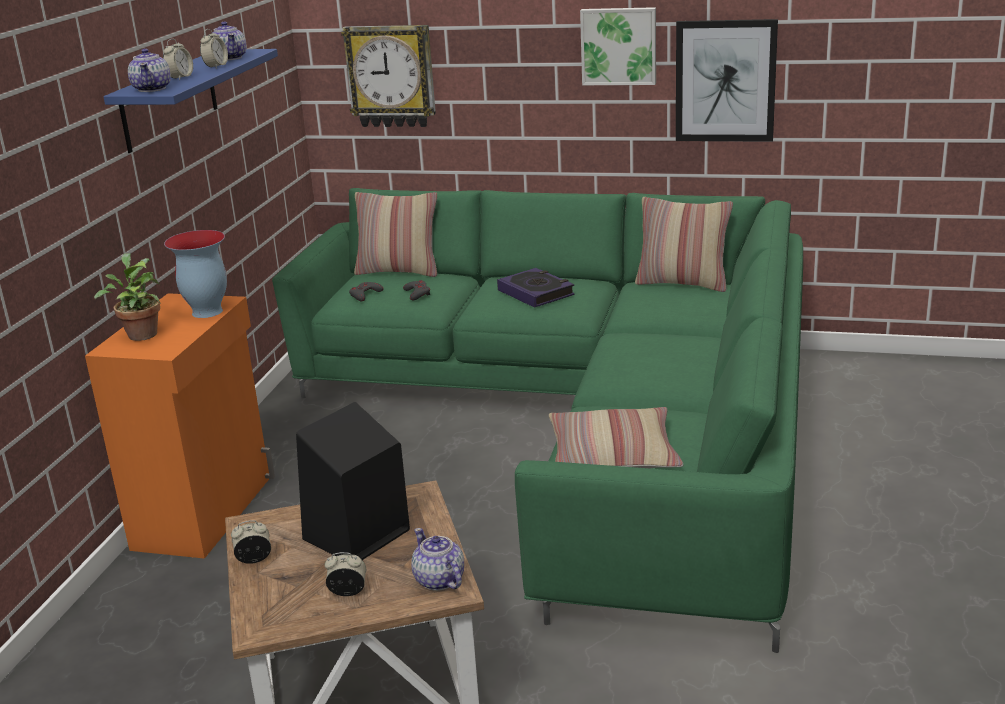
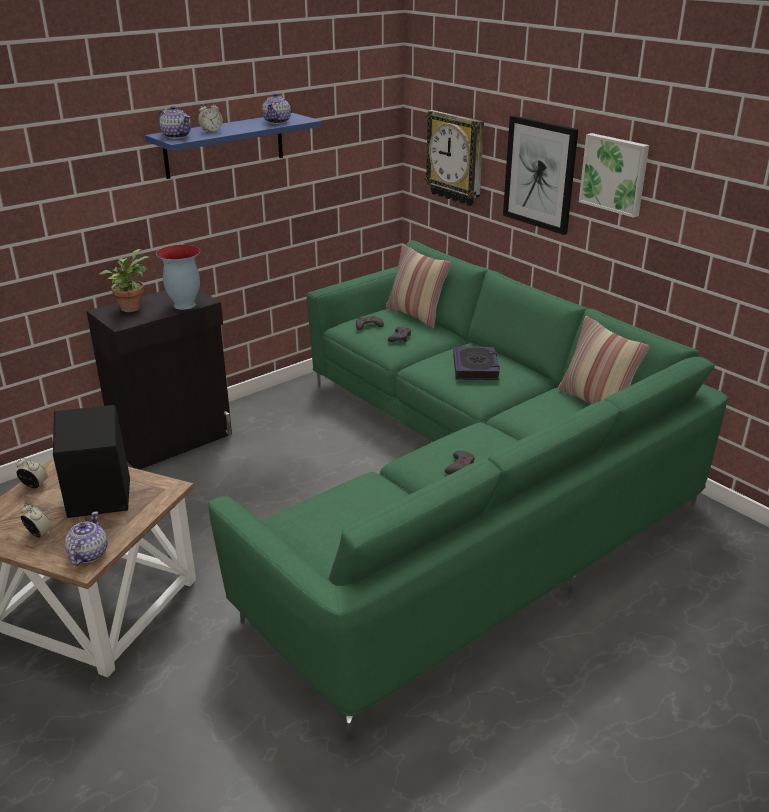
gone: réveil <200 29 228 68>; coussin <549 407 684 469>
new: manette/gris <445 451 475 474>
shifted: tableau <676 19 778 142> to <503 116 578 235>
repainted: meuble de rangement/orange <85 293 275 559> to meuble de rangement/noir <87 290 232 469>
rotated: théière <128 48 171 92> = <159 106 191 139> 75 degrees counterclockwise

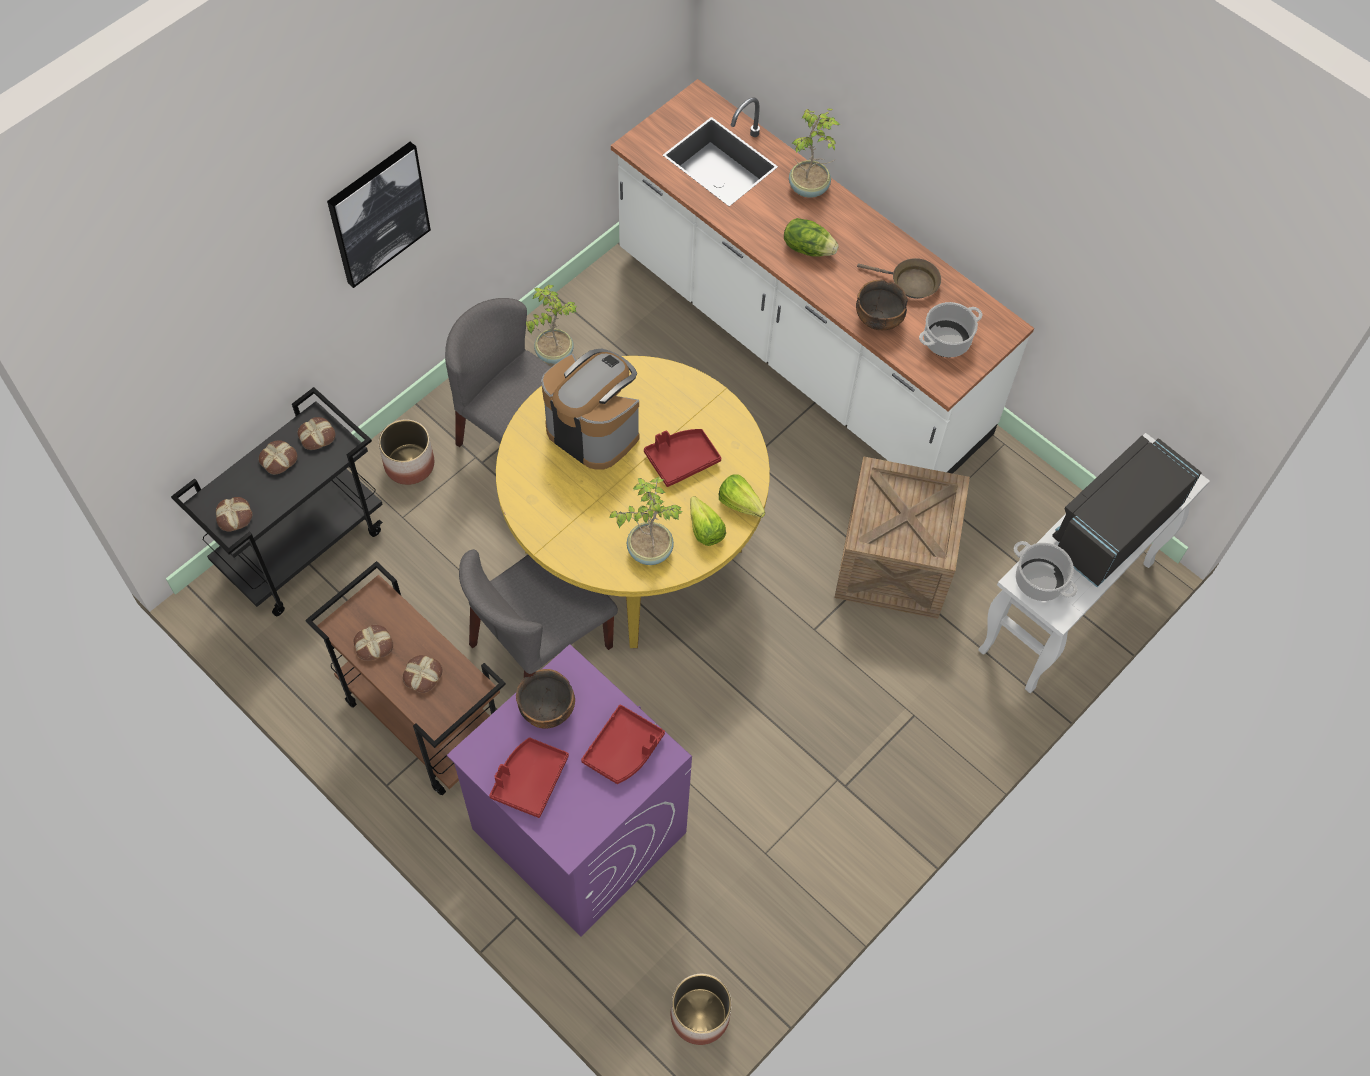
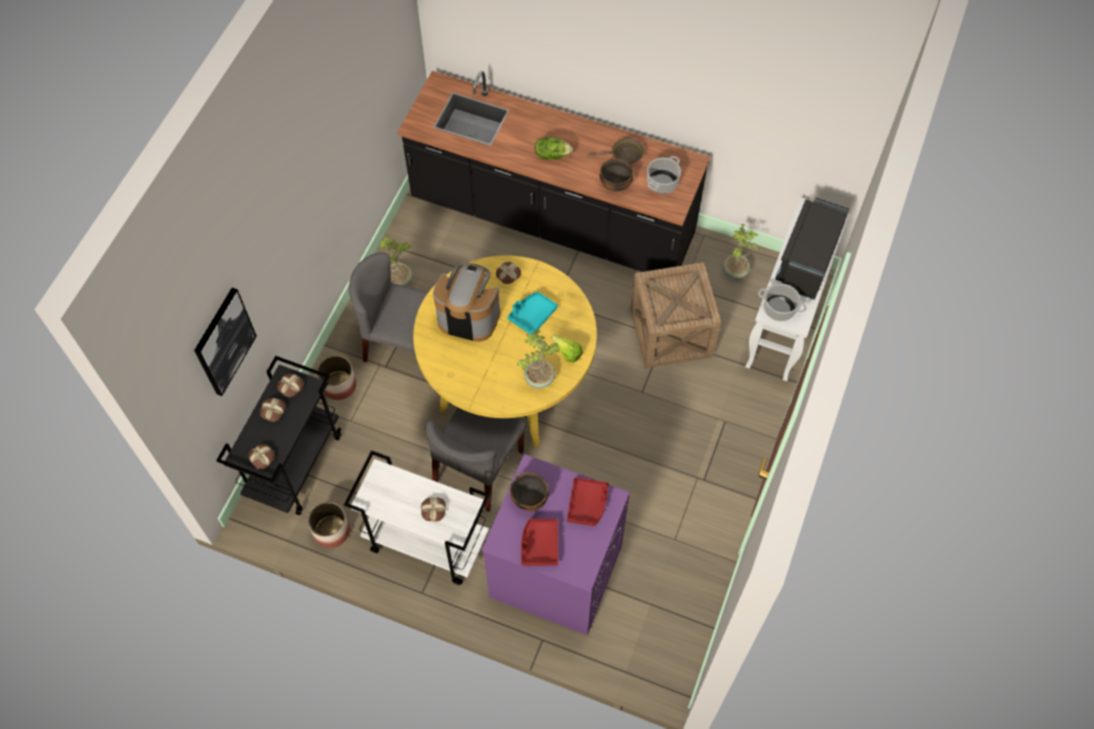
gone: laitue <719 474 765 518>
shifted: tableau <327 142 431 288> to <194 288 257 396>; pain <353 625 393 661> to <496 262 521 284>; cache-pot <671 974 732 1045> to <308 502 350 548>; plante en pot <789 108 841 198> to <723 224 760 279>
repainted: chariot/marron <305 561 506 795> to chariot/blanc <344 450 490 585>; comptoir de cuisine/blanc <611 79 1034 474> to comptoir de cuisine/noir <397 71 710 272>; plateau/rouge <644 429 721 487> to plateau/turquoise <507 292 558 335>

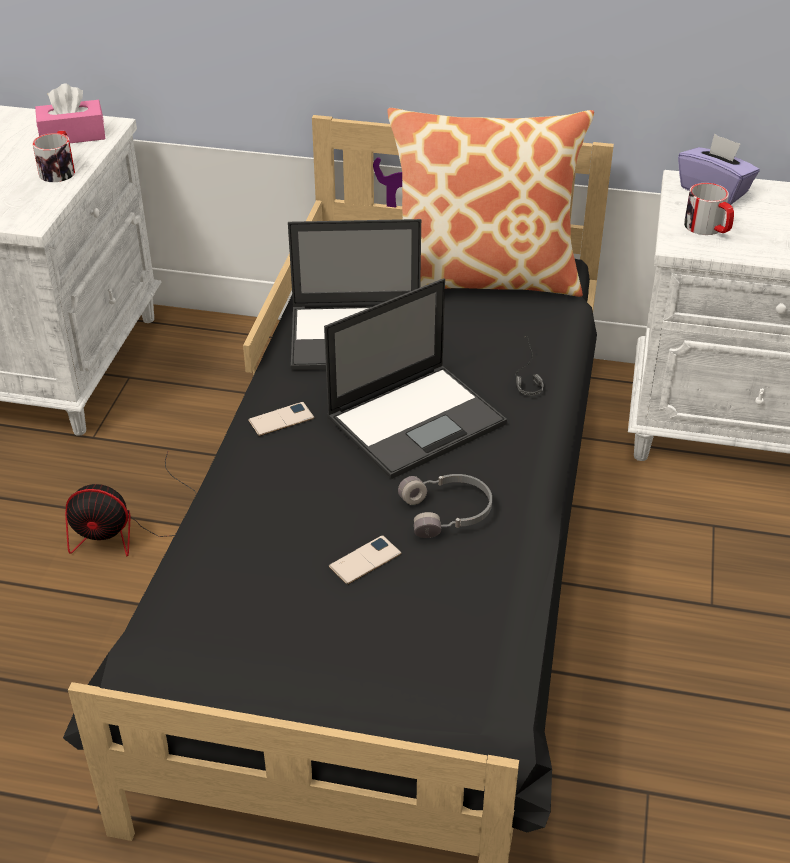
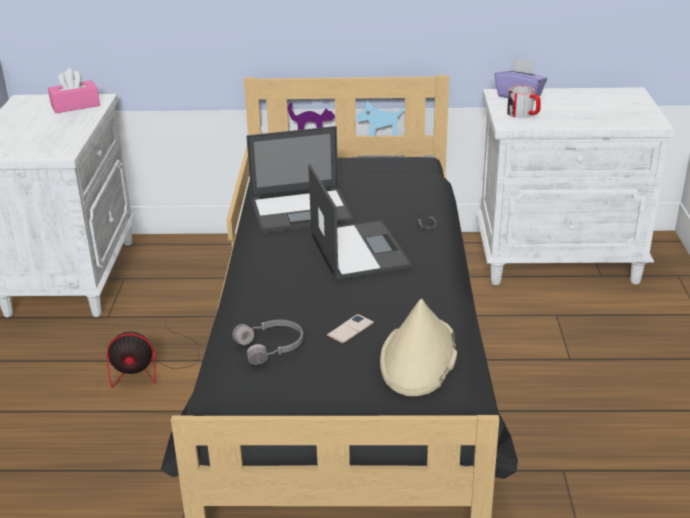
gone: mug <32 131 75 182>; téléphone <248 402 314 436>; coussin <388 108 594 297>
new: chapeau/beige <380 299 457 396>
shifted: casque audio/gris <398 474 492 538> to <232 320 303 365>
rotated: ordinateur portable <324 278 507 479> = <308 164 412 281> 60 degrees counterclockwise

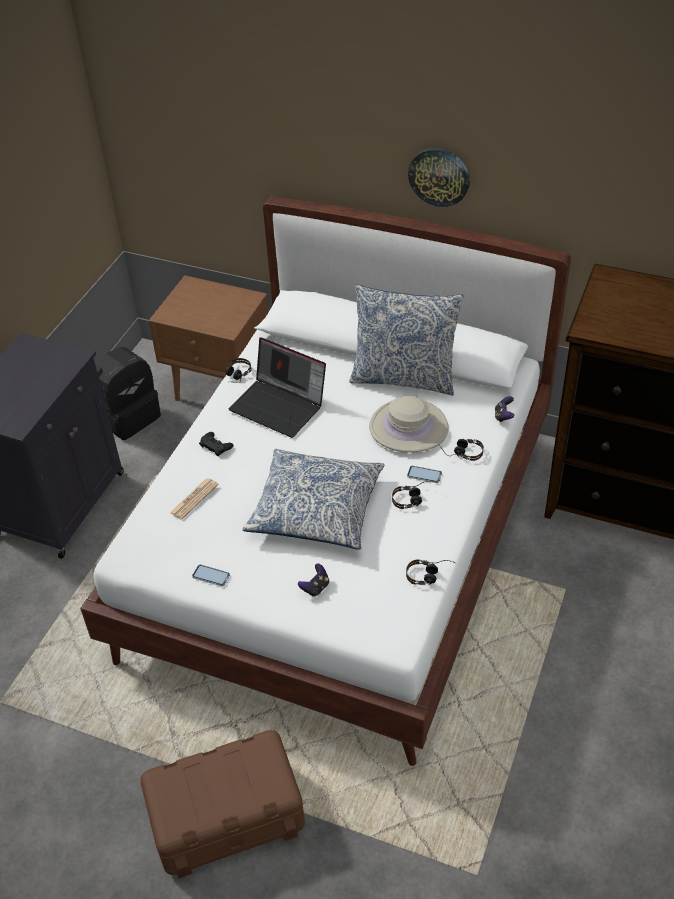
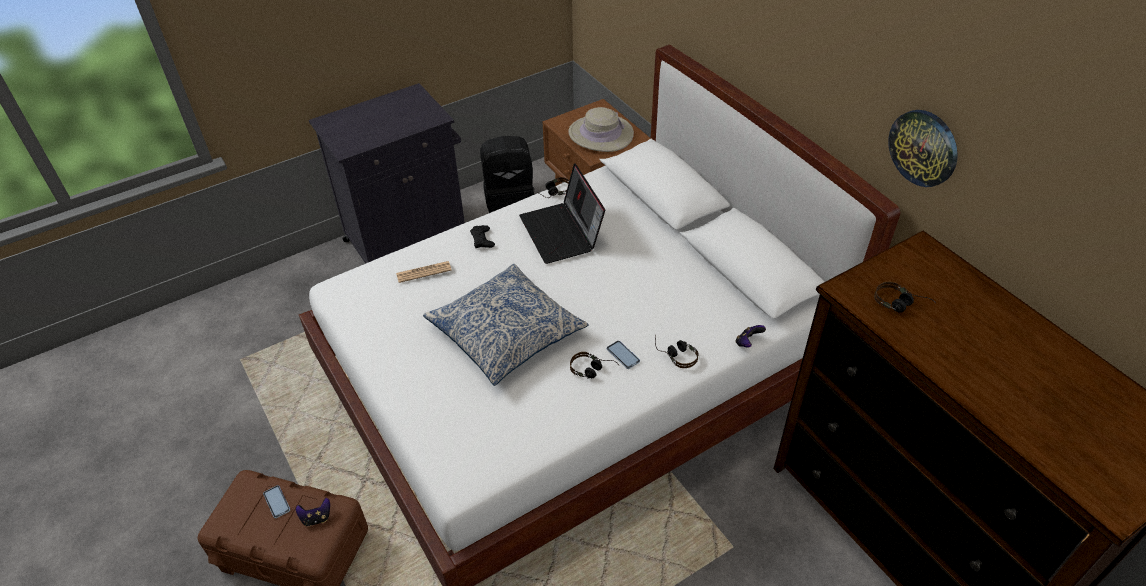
gone: coussin <349 285 463 396>
shifted: téléphone <192 564 230 587> to <263 485 290 518>; manette <298 563 329 597> to <296 498 330 527>; chapeau/beige <369 396 449 453> to <569 107 634 152>; casque audio <406 559 455 585> to <874 282 936 313>; horloge murale <408 148 470 207> to <889 110 958 187>

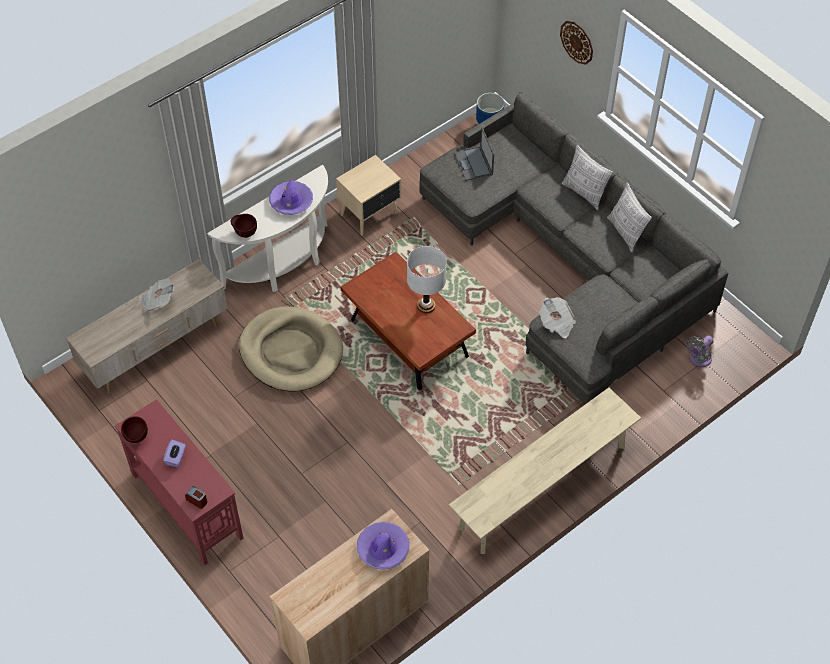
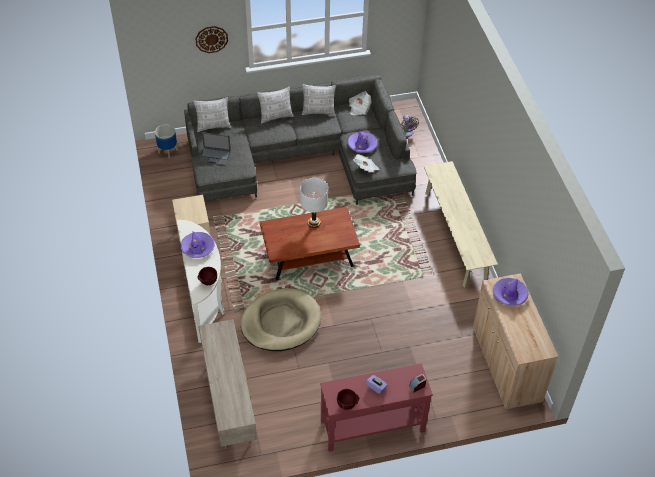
new: coussin <193 97 231 132>; chapeau/violet <348 132 377 153>
shifted: journal <139 279 175 312> to <349 91 372 115>

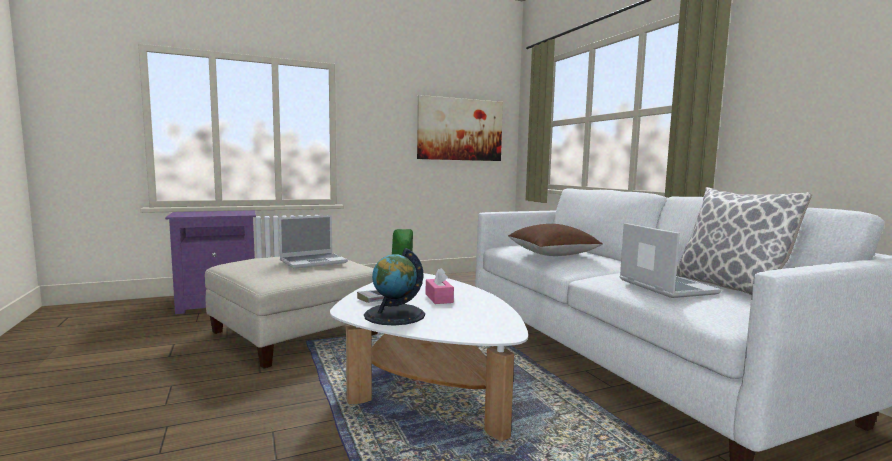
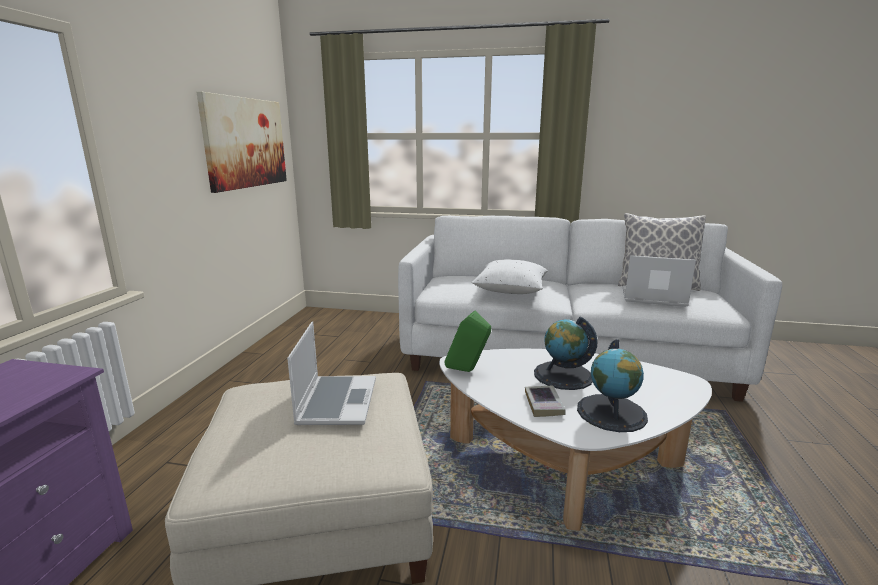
swapped: boîte à mouchoirs/rose <426 268 454 304> to globe <534 317 598 390>
repainted: coussin/marron <508 224 603 256> to coussin/blanc <472 259 548 294>

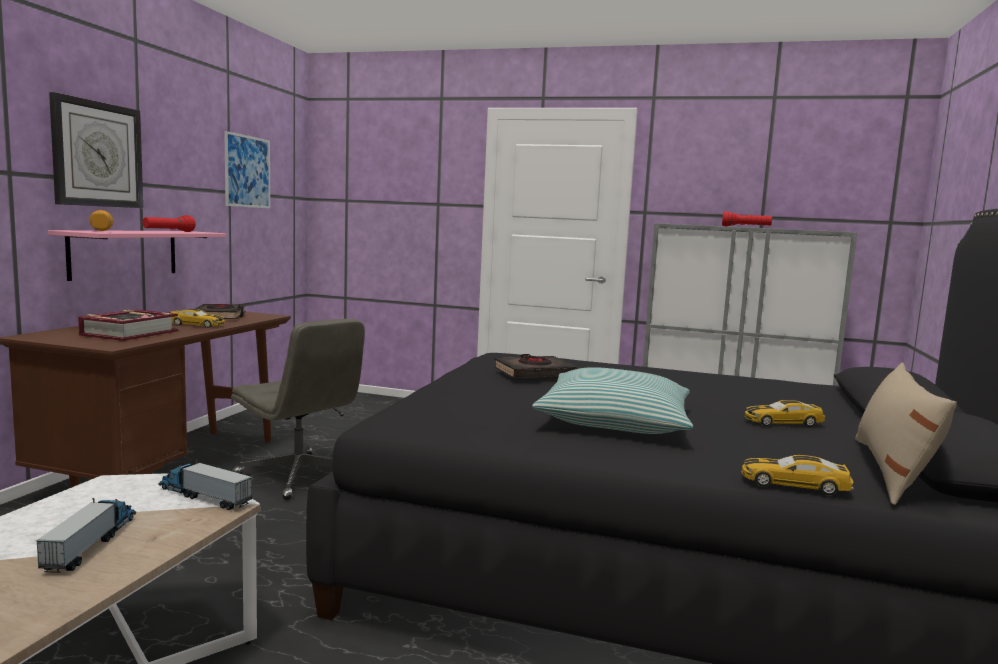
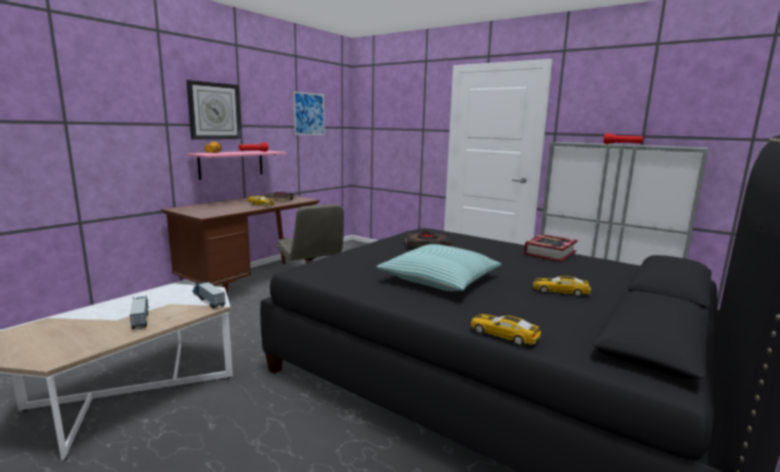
gone: coussin/beige <855 362 957 505>
shifted: livre <78 310 178 341> to <524 234 578 262>
rotated: camion jouet <36 498 136 573> = <130 296 149 329> 45 degrees counterclockwise

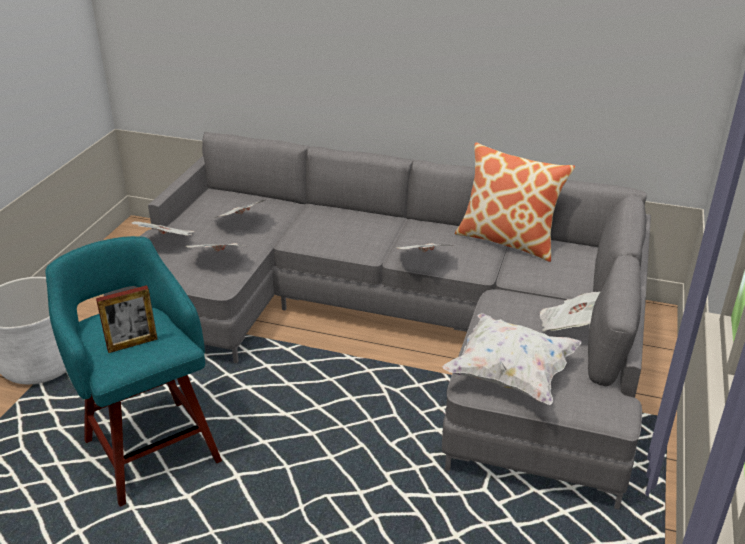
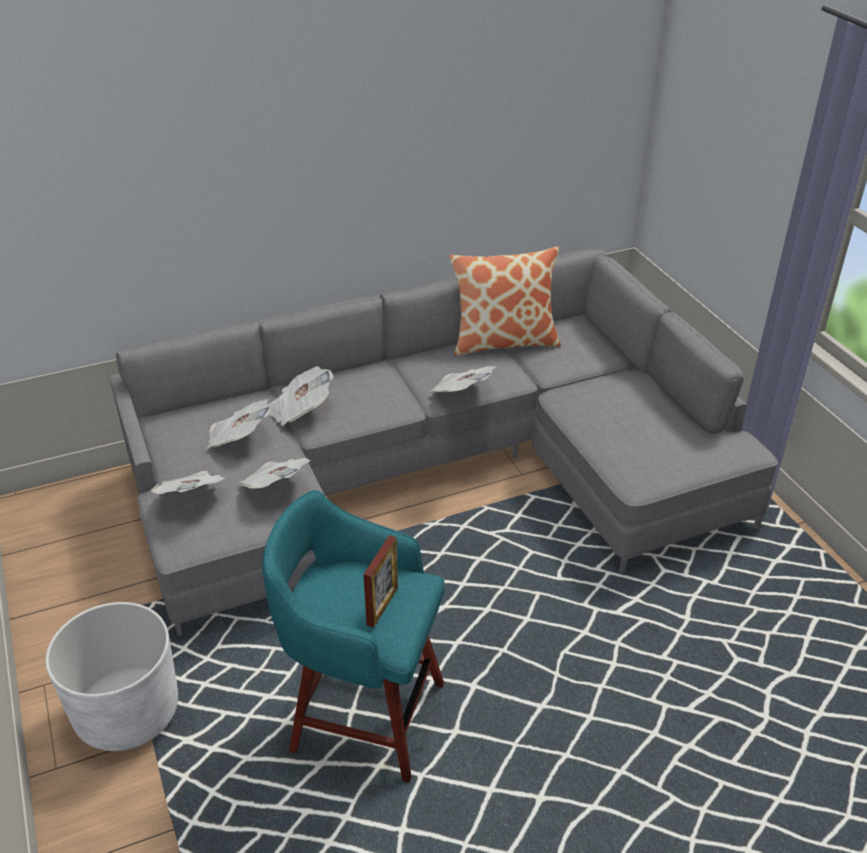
gone: coussin/blanc <443 313 582 405>
shifted: journal <540 291 601 331> to <268 366 333 426>

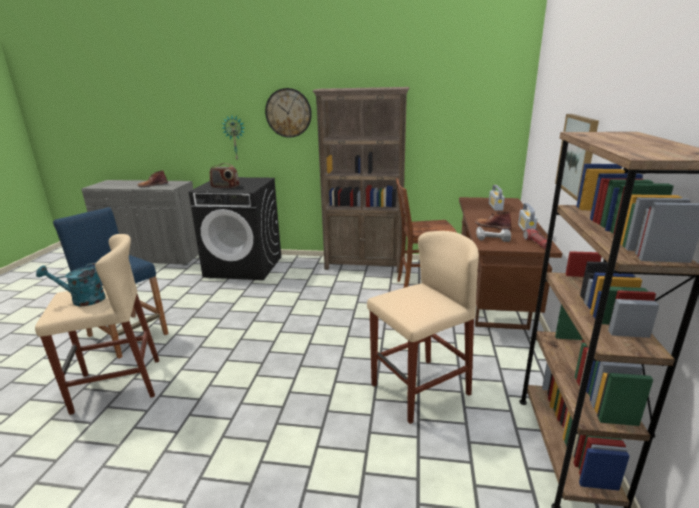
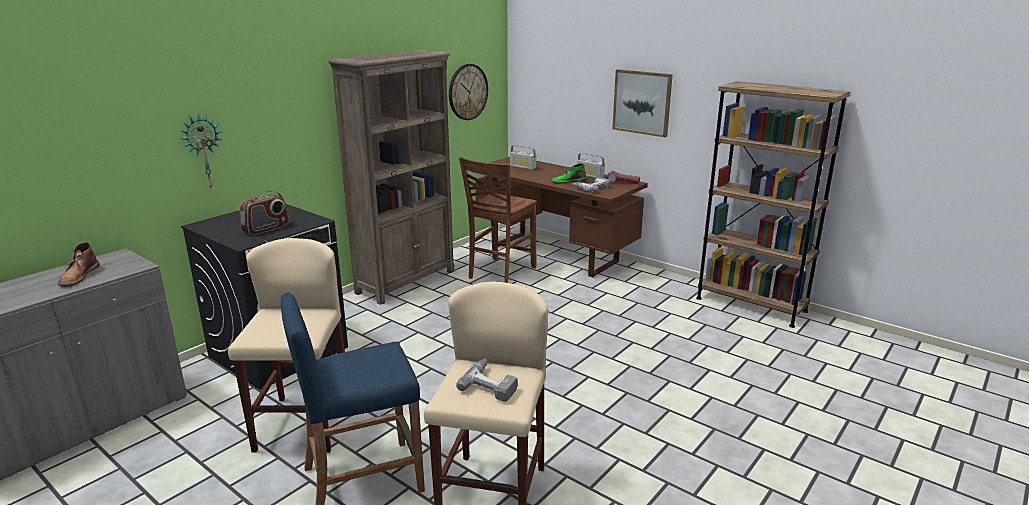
shifted: horloge murale <265 88 312 138> to <449 64 488 120>; tabouret/beige <367 231 479 424> to <228 238 345 453>
swapped: arrosoir/turquoise <36 263 106 306> to perceuse <456 359 518 402>
repainted: botte/marron <475 212 512 230> to botte/vert <551 163 586 184>

